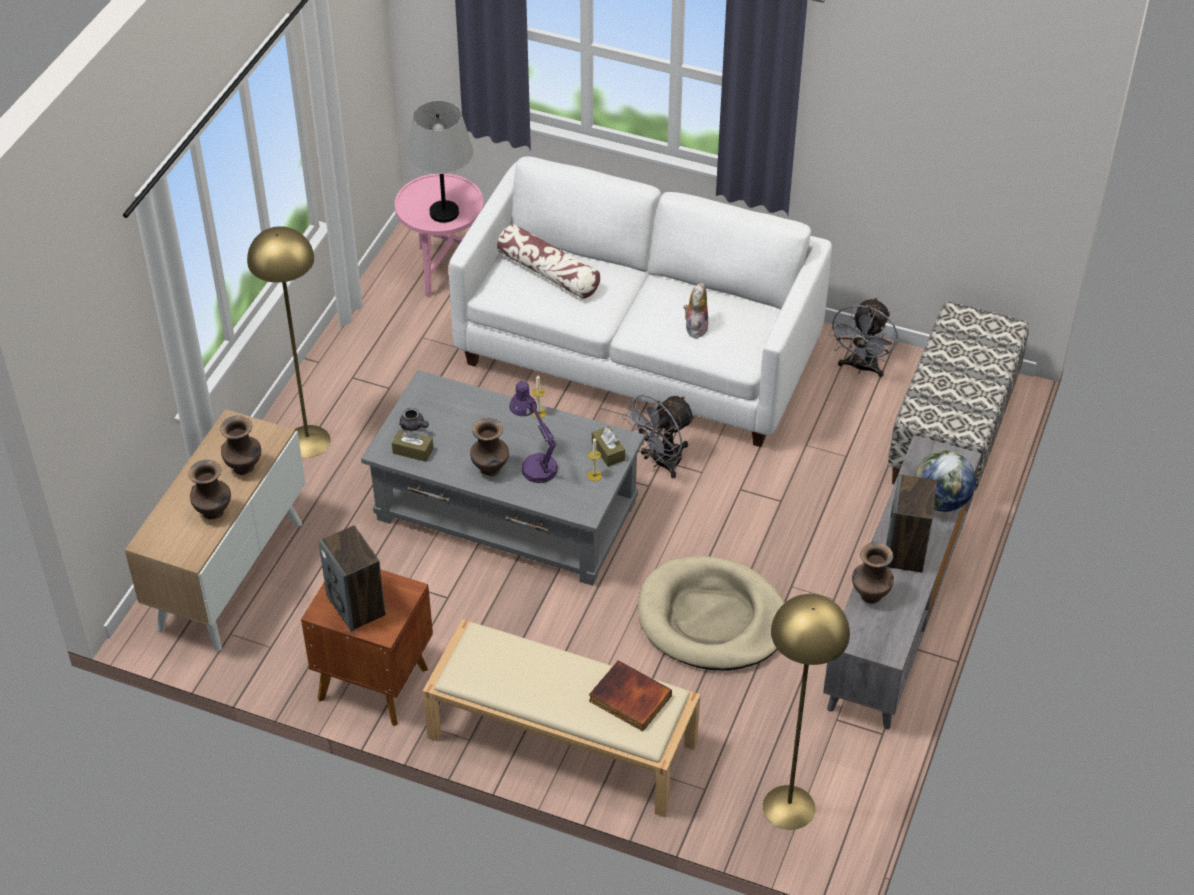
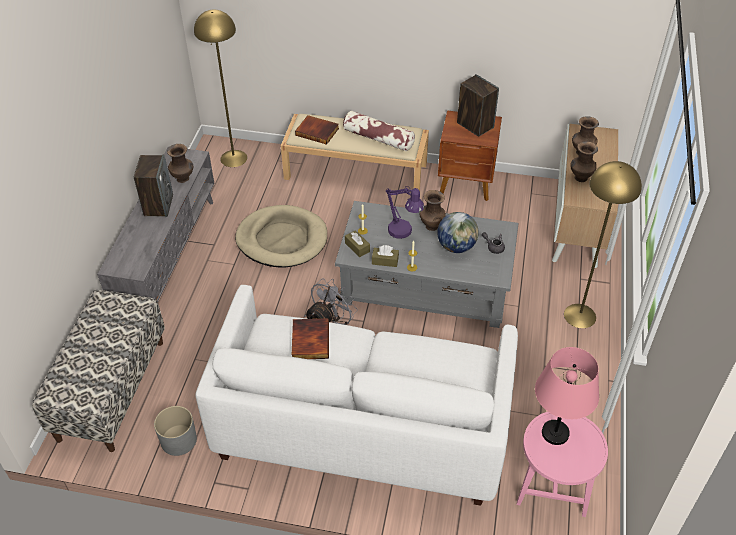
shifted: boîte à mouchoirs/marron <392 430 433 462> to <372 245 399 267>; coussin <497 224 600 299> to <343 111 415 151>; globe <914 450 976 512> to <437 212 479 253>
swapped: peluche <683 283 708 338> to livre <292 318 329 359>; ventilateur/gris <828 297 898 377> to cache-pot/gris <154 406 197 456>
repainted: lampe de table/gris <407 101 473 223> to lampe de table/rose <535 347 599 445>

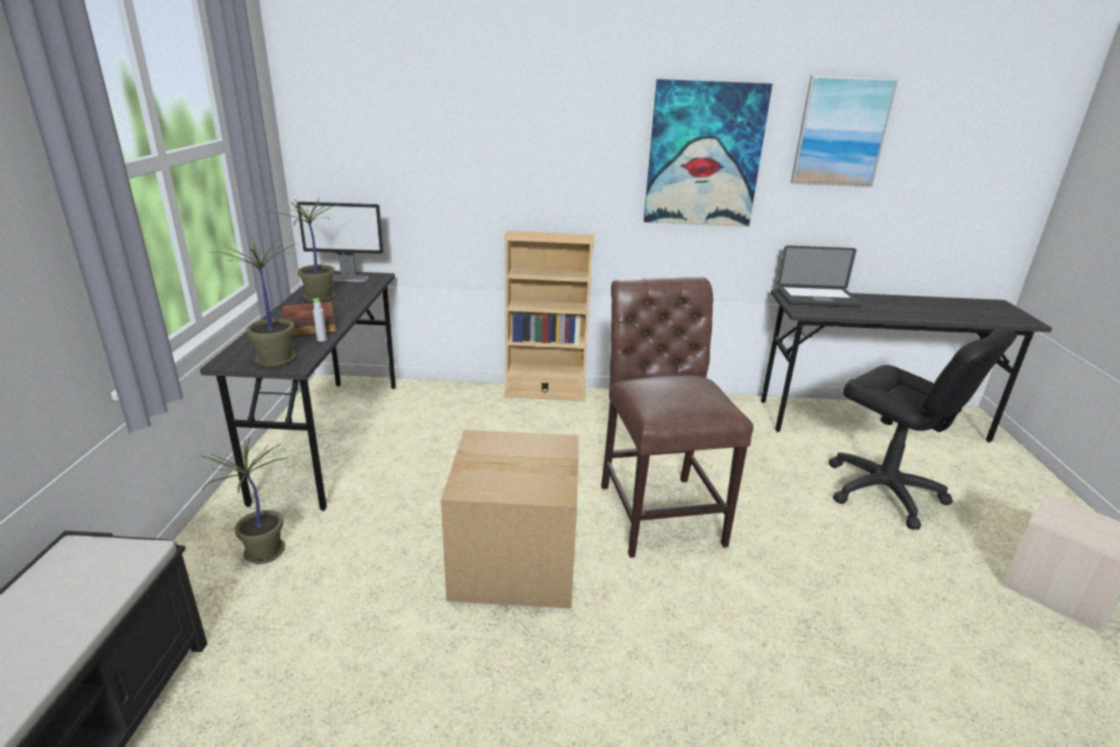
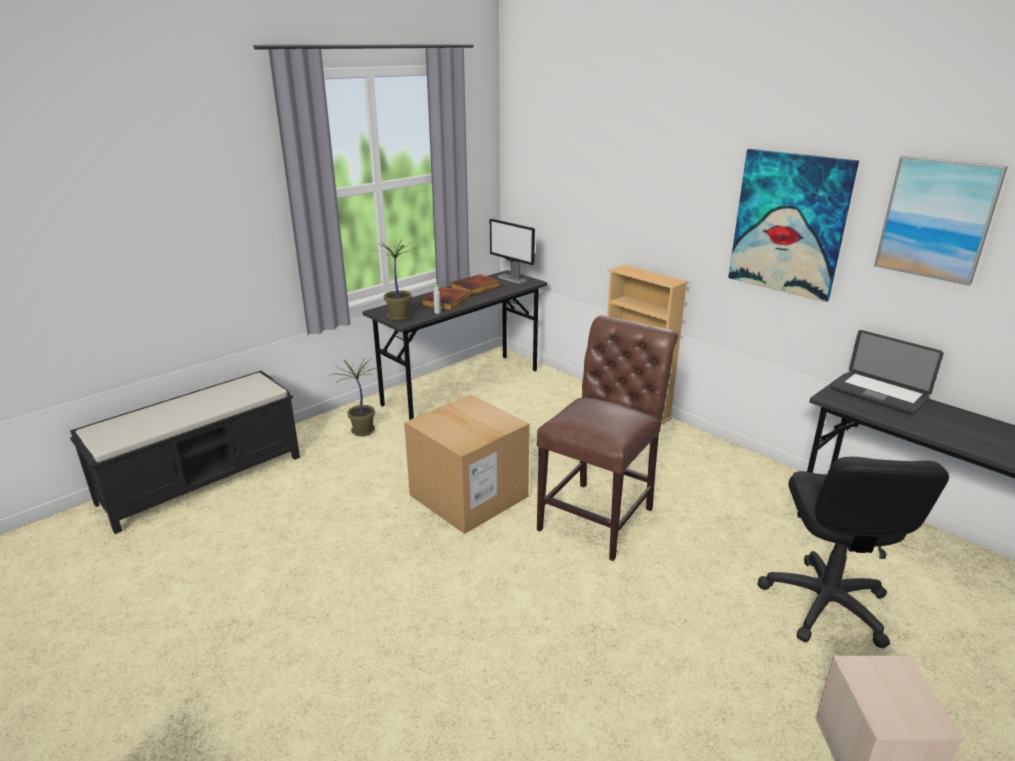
swapped: plante en pot <271 198 340 302> to livre <450 274 501 296>

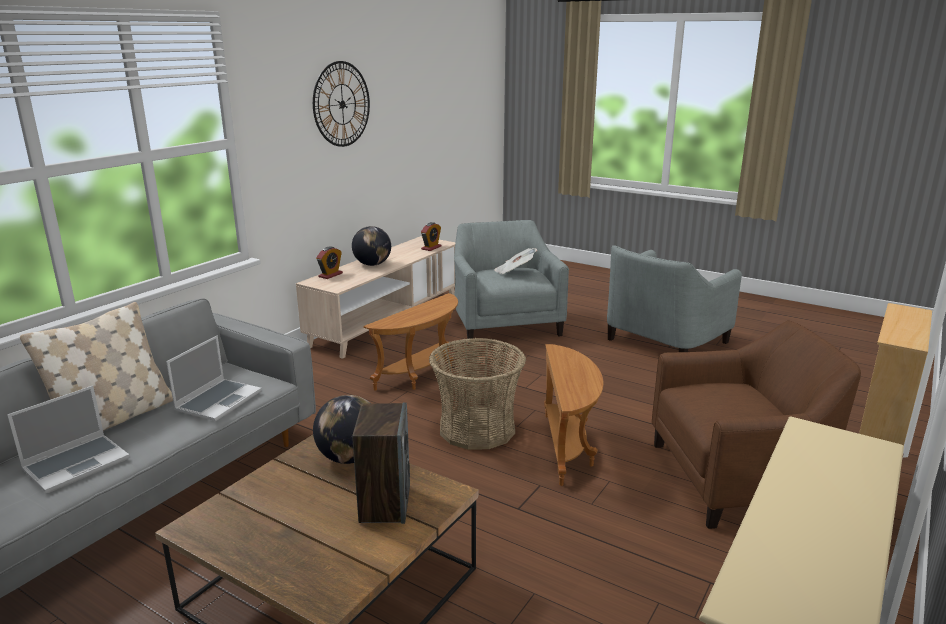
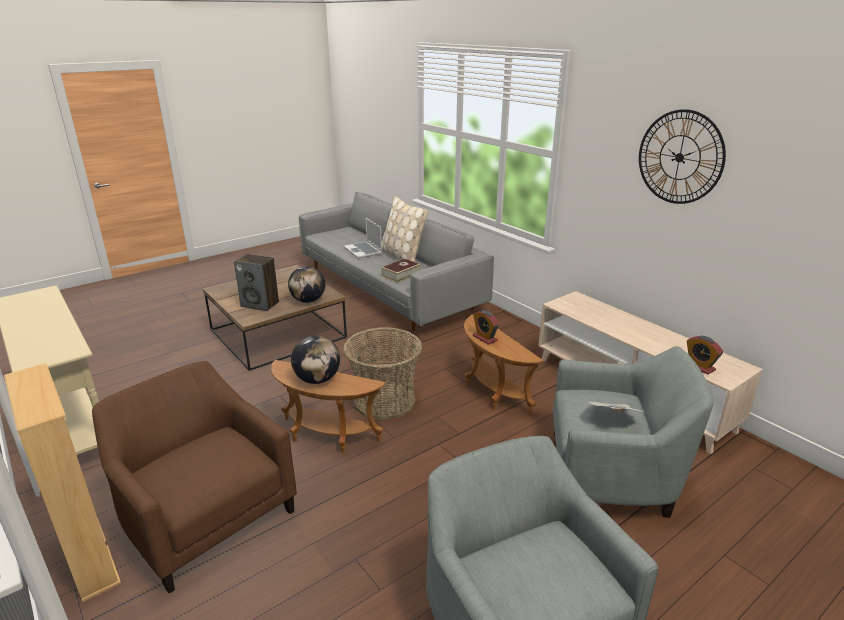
shifted: réveil <316 246 343 279> to <473 310 499 345>; globe <352 226 391 266> to <291 335 340 384>
swapped: ordinateur portable <166 335 262 421> to livre <381 258 421 283>
rotated: fauteuil/marron <652 321 861 529> = <92 361 297 593> 120 degrees clockwise

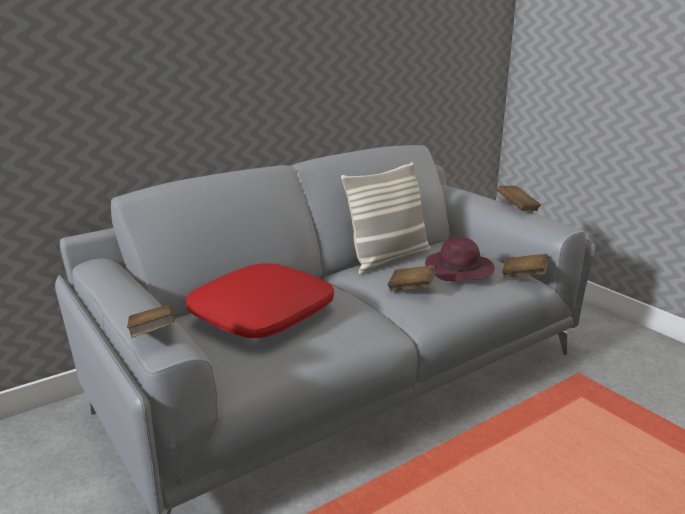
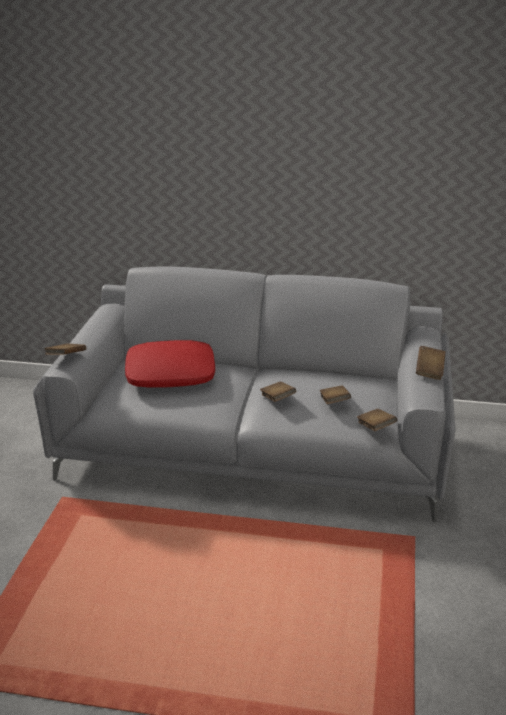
gone: coussin <341 162 430 274>
swapped: chapeau/violet <425 237 495 281> to livre/marron <320 386 351 404>

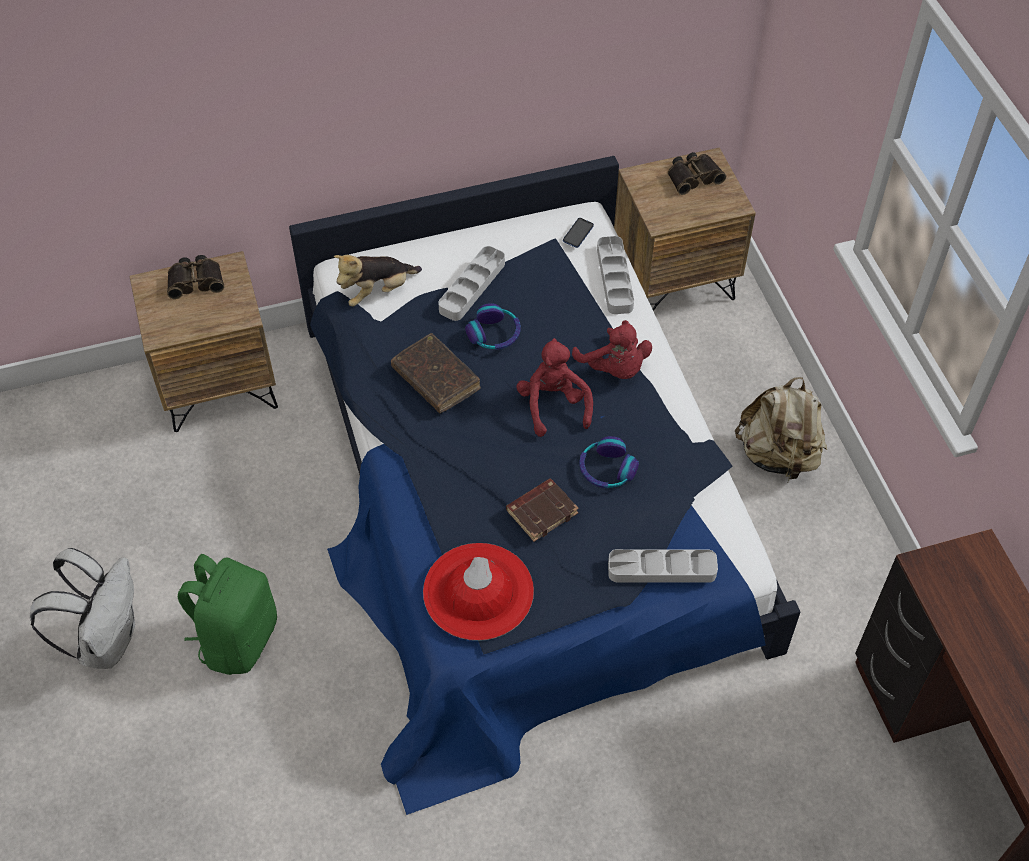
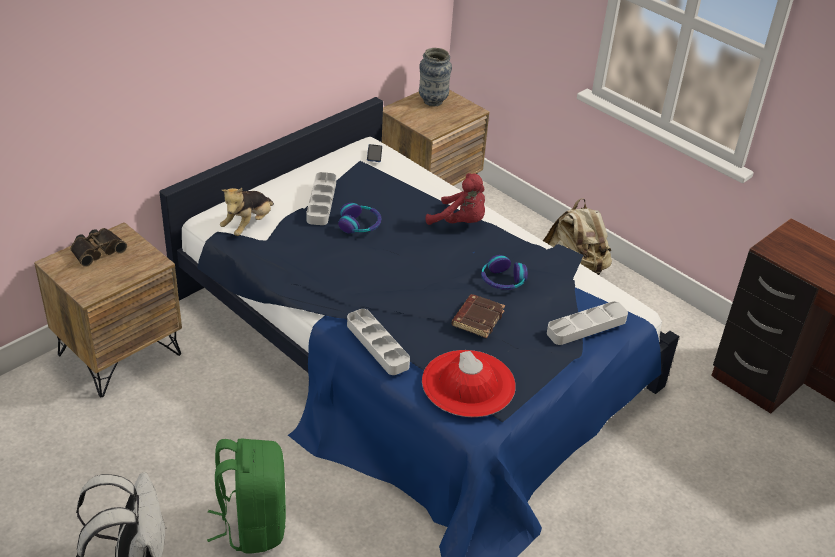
gone: livre/marron <391 333 480 413>; peluche/rouge <516 338 593 437>
shifted: plateau/gris <597 236 634 314> to <347 309 410 375>
swapped: jumelles <668 152 726 195> to vase <419 48 452 106>

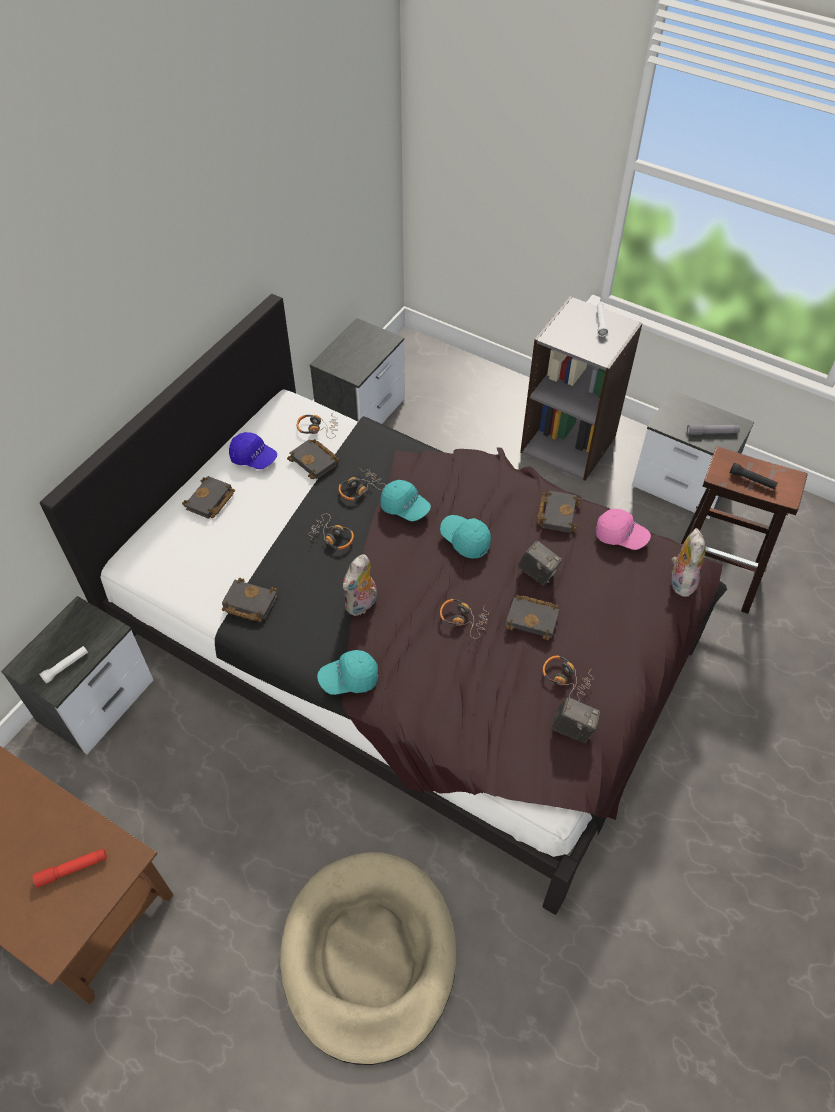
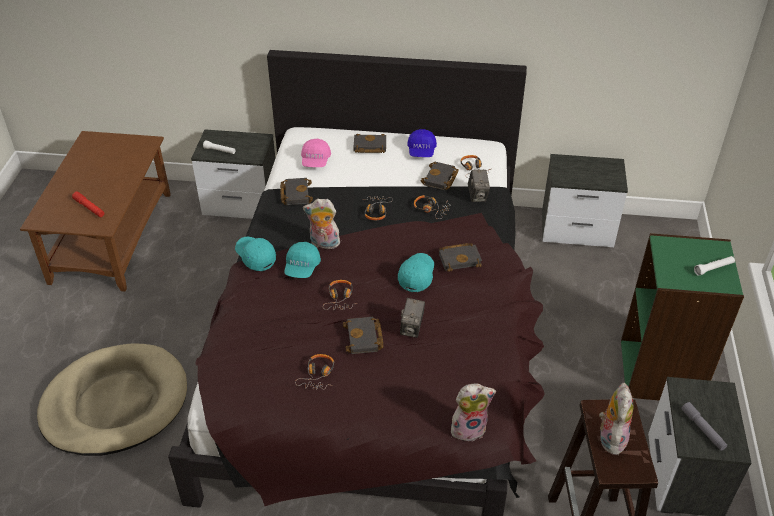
shifted: casquette/turquoise <380 480 431 521> to <284 242 321 278>; livre/noir <537 491 581 533> to <439 243 482 272>; appareil photo <552 697 600 743> to <468 170 490 202>; casquette/rose <596 509 651 550> to <301 139 331 167>
swapped: lampe de poche/noir <730 463 778 490> to peluche <599 383 633 456>
repainted: bibliothèque/gris <520 296 643 481> to bibliothèque/vert <621 233 744 401>

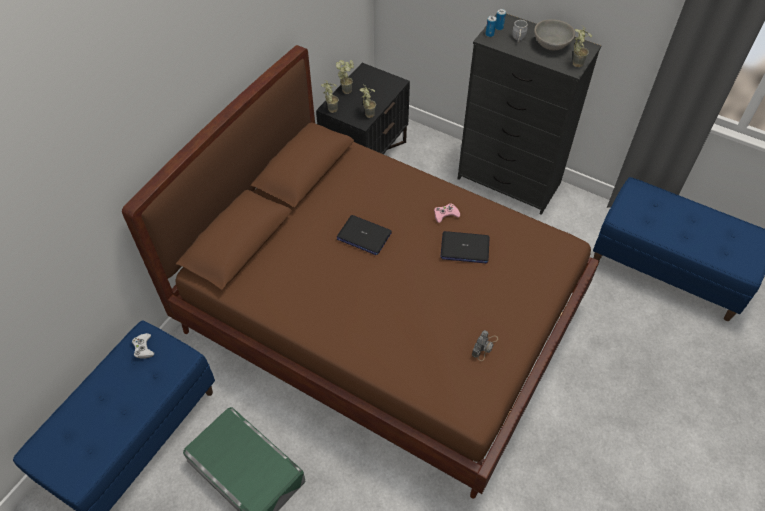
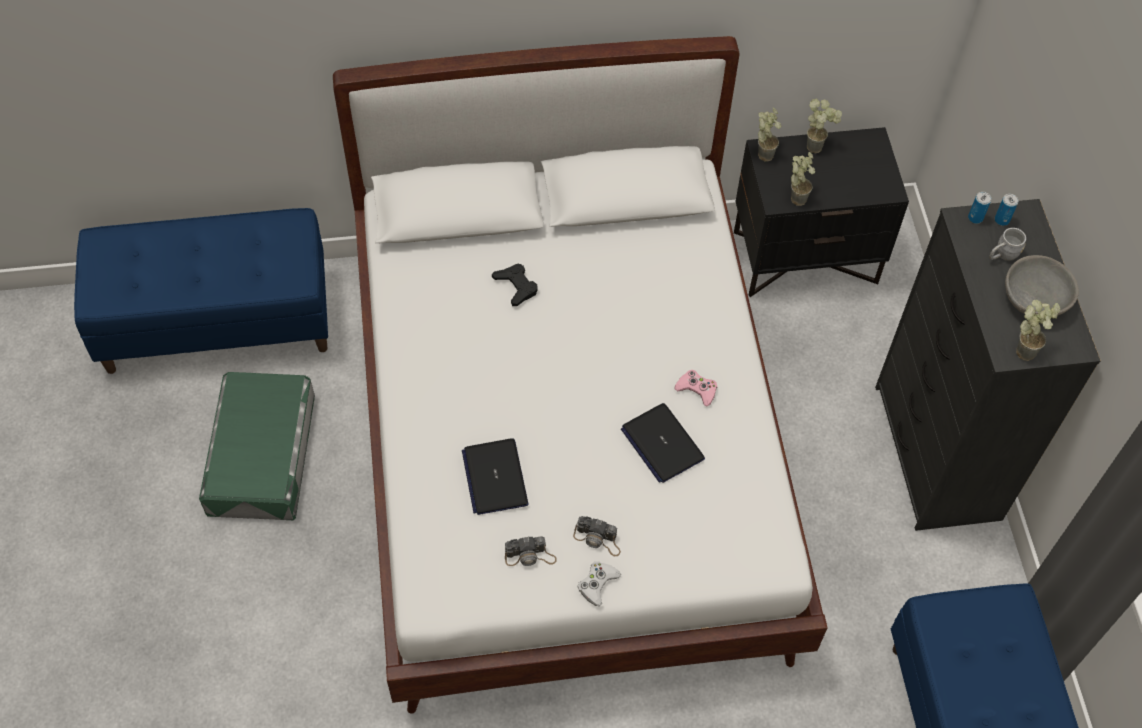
new: manette/noir <492 263 538 306>; appareil photo <573 516 621 556>
shifted: manette/blanc <132 333 154 359> to <577 562 621 606>; ordinateur portable <337 215 392 255> to <462 438 528 515>
repainted: lit/marron <122 45 600 499> to lit/blanc <333 36 828 714>

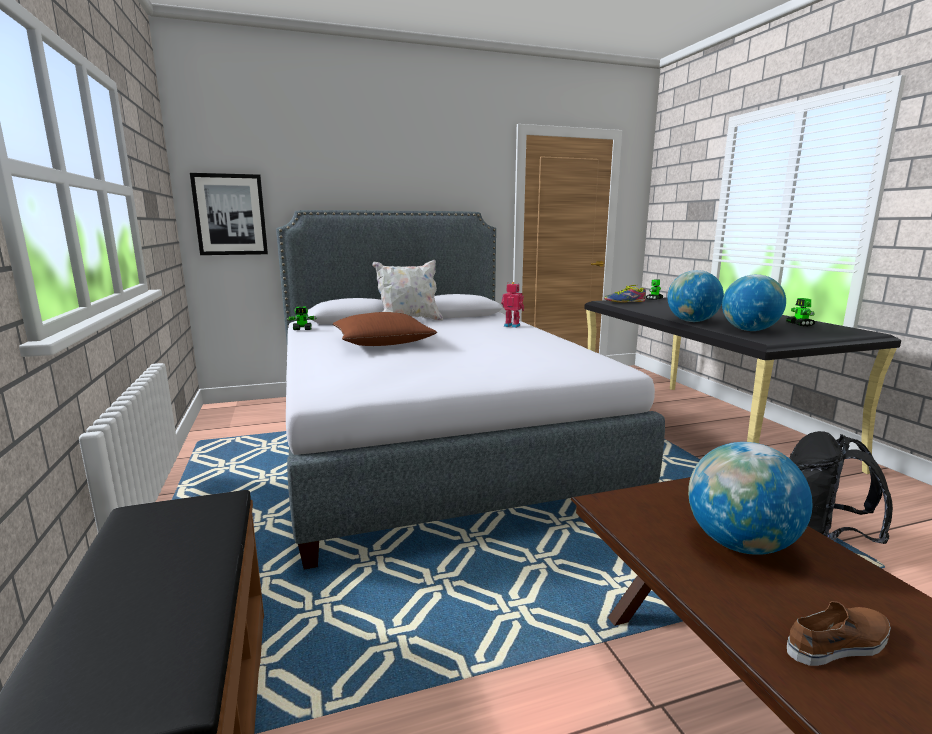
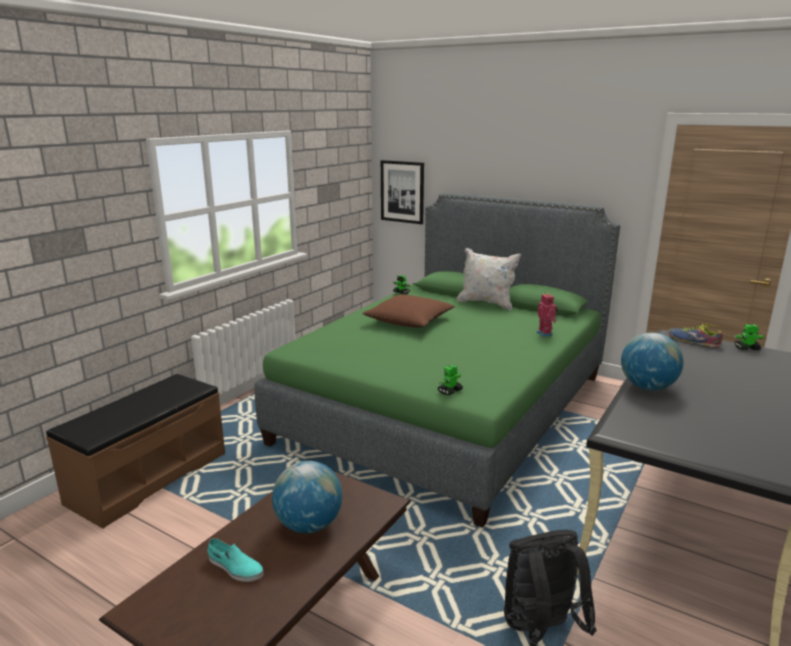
gone: globe <722 274 786 331>
shifted: robot jouet <786 298 815 327> to <437 365 463 395>
repainted: lit/gris <276 210 665 570> to lit/vert <254 193 620 528>; chaussure/marron <787 601 891 666> to chaussure/turquoise <207 538 264 582>

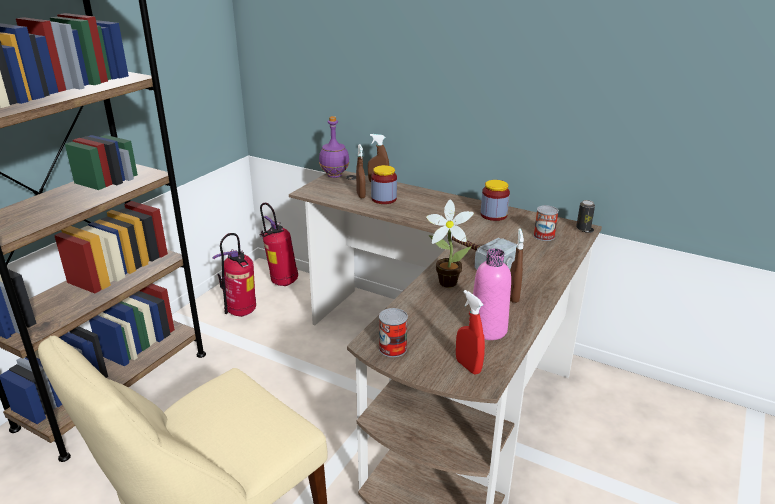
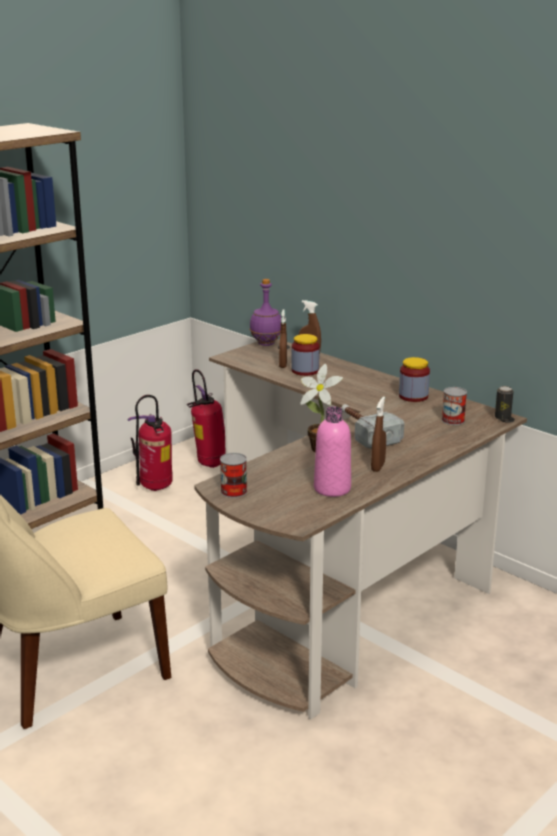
gone: vaporisateur/rouge <456 290 485 375>

